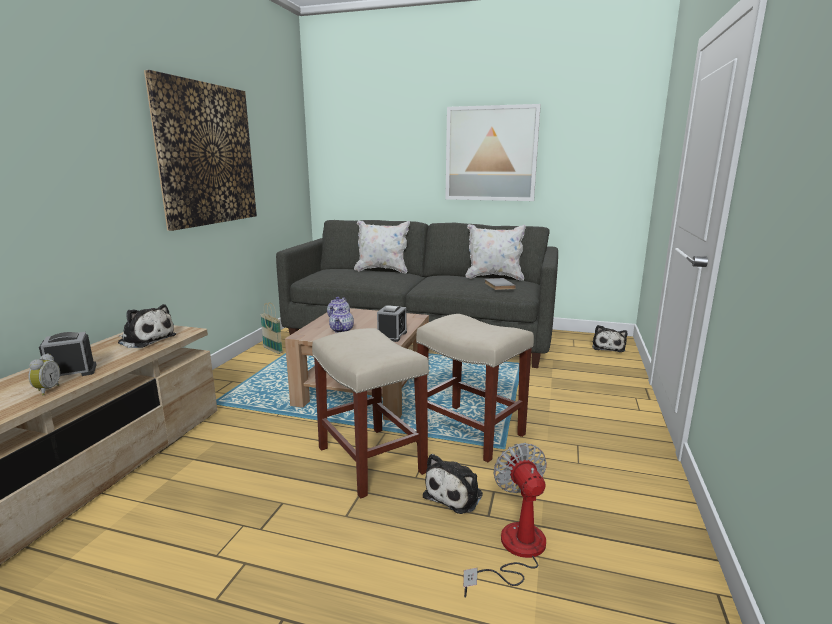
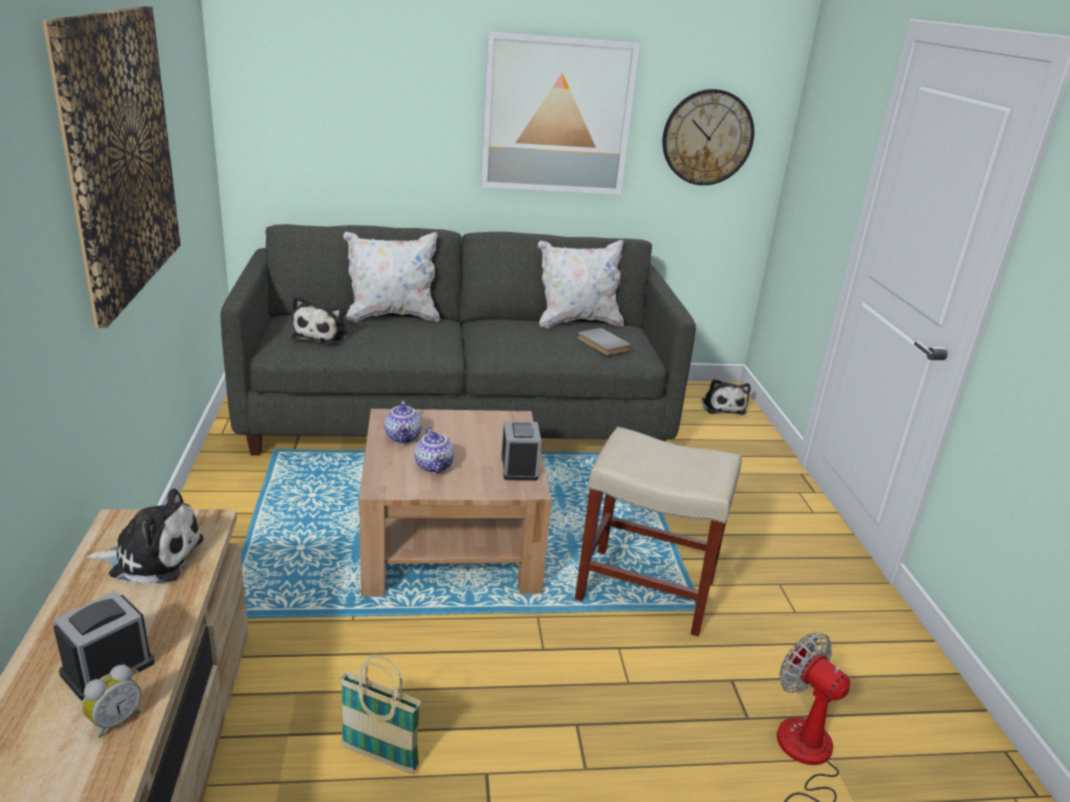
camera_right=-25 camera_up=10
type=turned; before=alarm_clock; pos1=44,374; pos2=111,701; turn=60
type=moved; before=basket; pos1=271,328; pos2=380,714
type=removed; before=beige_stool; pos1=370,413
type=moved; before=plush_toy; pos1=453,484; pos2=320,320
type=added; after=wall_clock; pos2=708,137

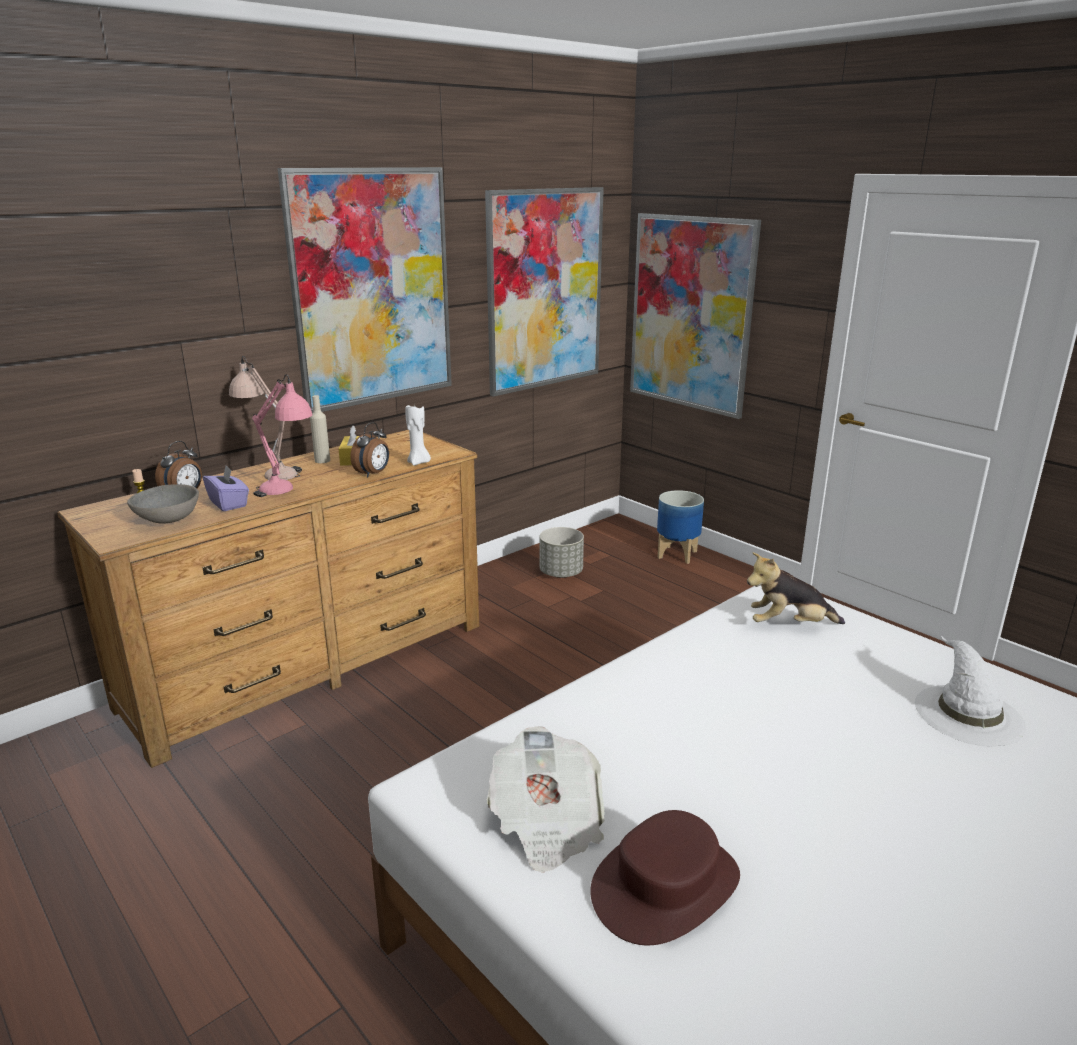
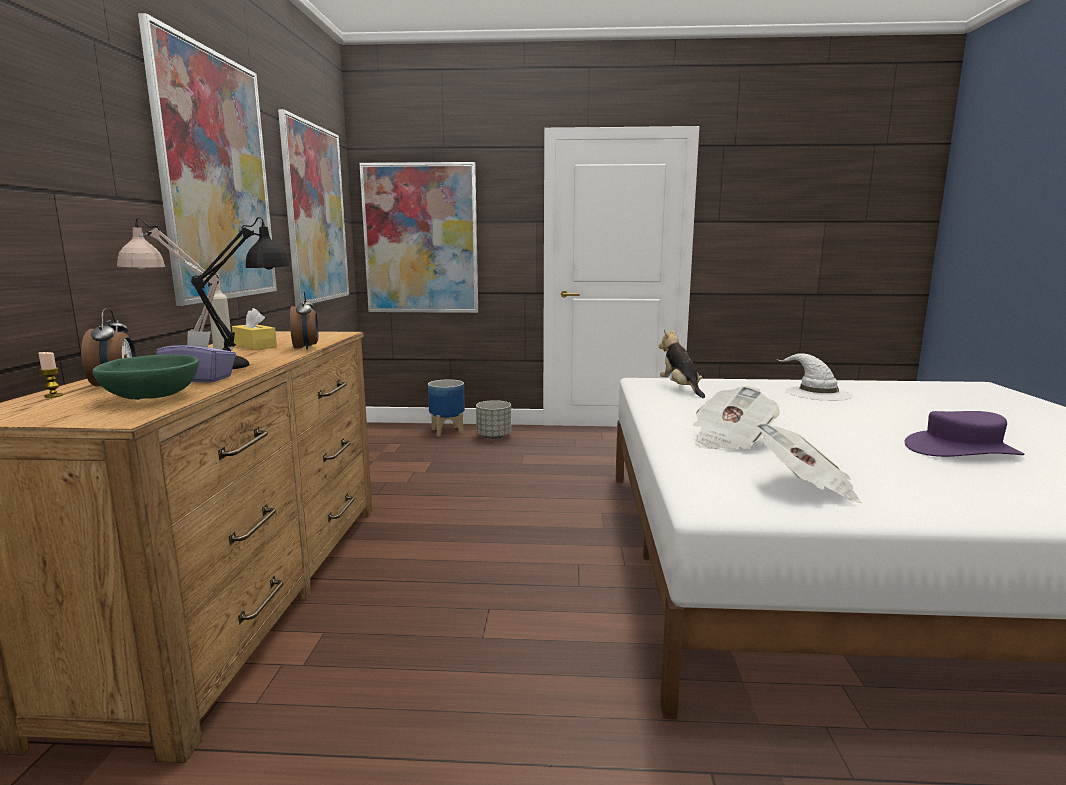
camera_right=-45 camera_up=-10
type=recoloured; before=grey_bowl; after=green_bowl; pos1=163,503; pos2=145,377
type=recoloured; before=pink_table_lamp; after=black_table_lamp; pos1=282,435; pos2=240,293
type=removed; before=white_candle; pos1=418,434
type=moved; before=grey_planter; pos1=562,552; pos2=493,419
type=removed; before=brown_hat; pos1=665,878
type=turned; before=plush_toy; pos1=796,588; pos2=682,363; turn=120
type=added; after=newspaper; pos2=737,417
type=added; after=purple_hat; pos2=964,434

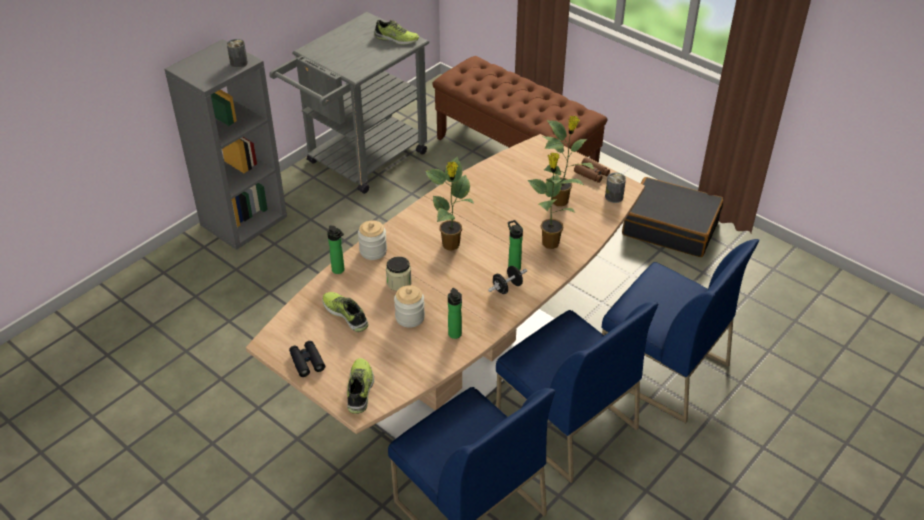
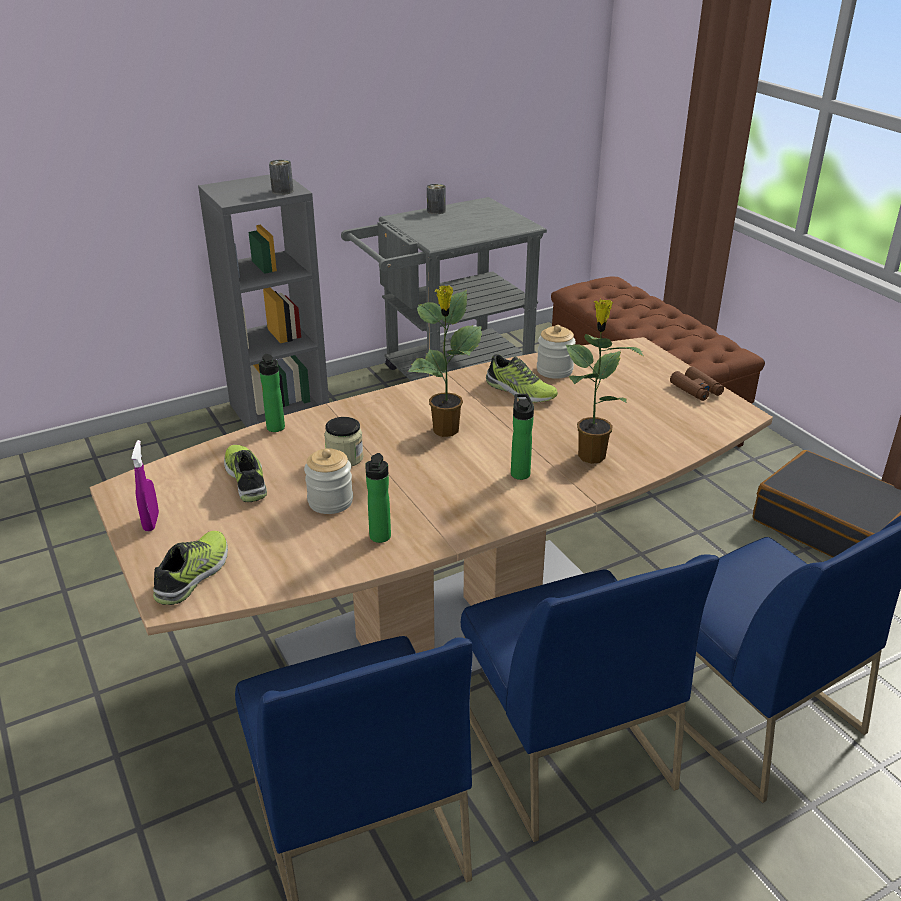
camera_right=20 camera_up=-10
type=replaced; before=black_binoculars; after=purple_spray_bottle; pos1=307,359; pos2=145,485
type=moved; before=jar; pos1=372,240; pos2=556,352
type=moved; before=shoe; pos1=396,32; pos2=522,378
type=removed; before=black_dumbbell; pos1=507,280
type=removed; before=potted_plant; pos1=568,161
type=moved; before=can; pos1=615,187; pos2=436,199

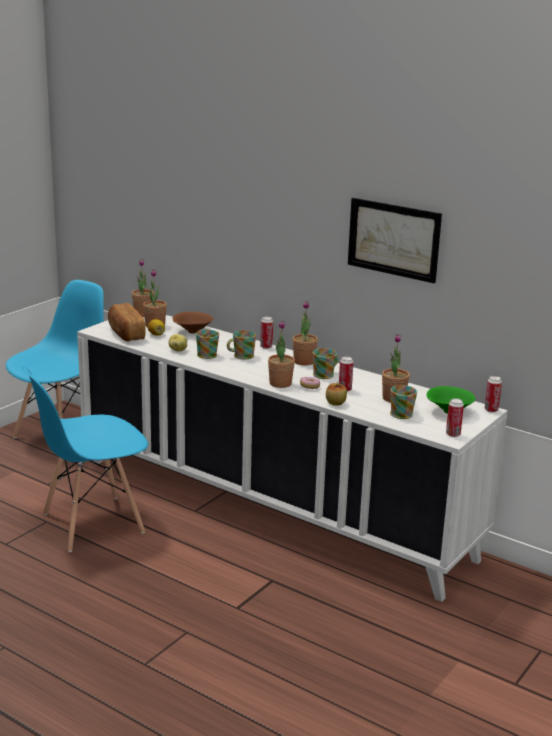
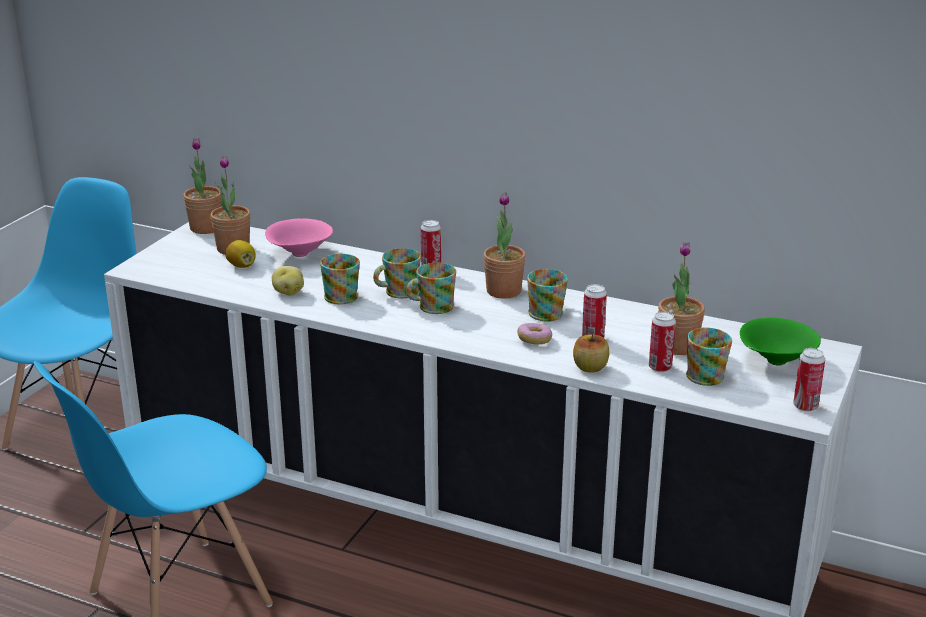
camera_right=-10 camera_up=5
type=removed; before=bread; pos1=127,322
type=recoloured; before=brown_bowl; after=pink_bowl; pos1=193,323; pos2=299,237
type=removed; before=potted_plant; pos1=281,354
type=removed; before=picture; pos1=395,240
type=moved; before=can; pos1=493,394; pos2=662,342
type=added; after=mug; pos2=431,288

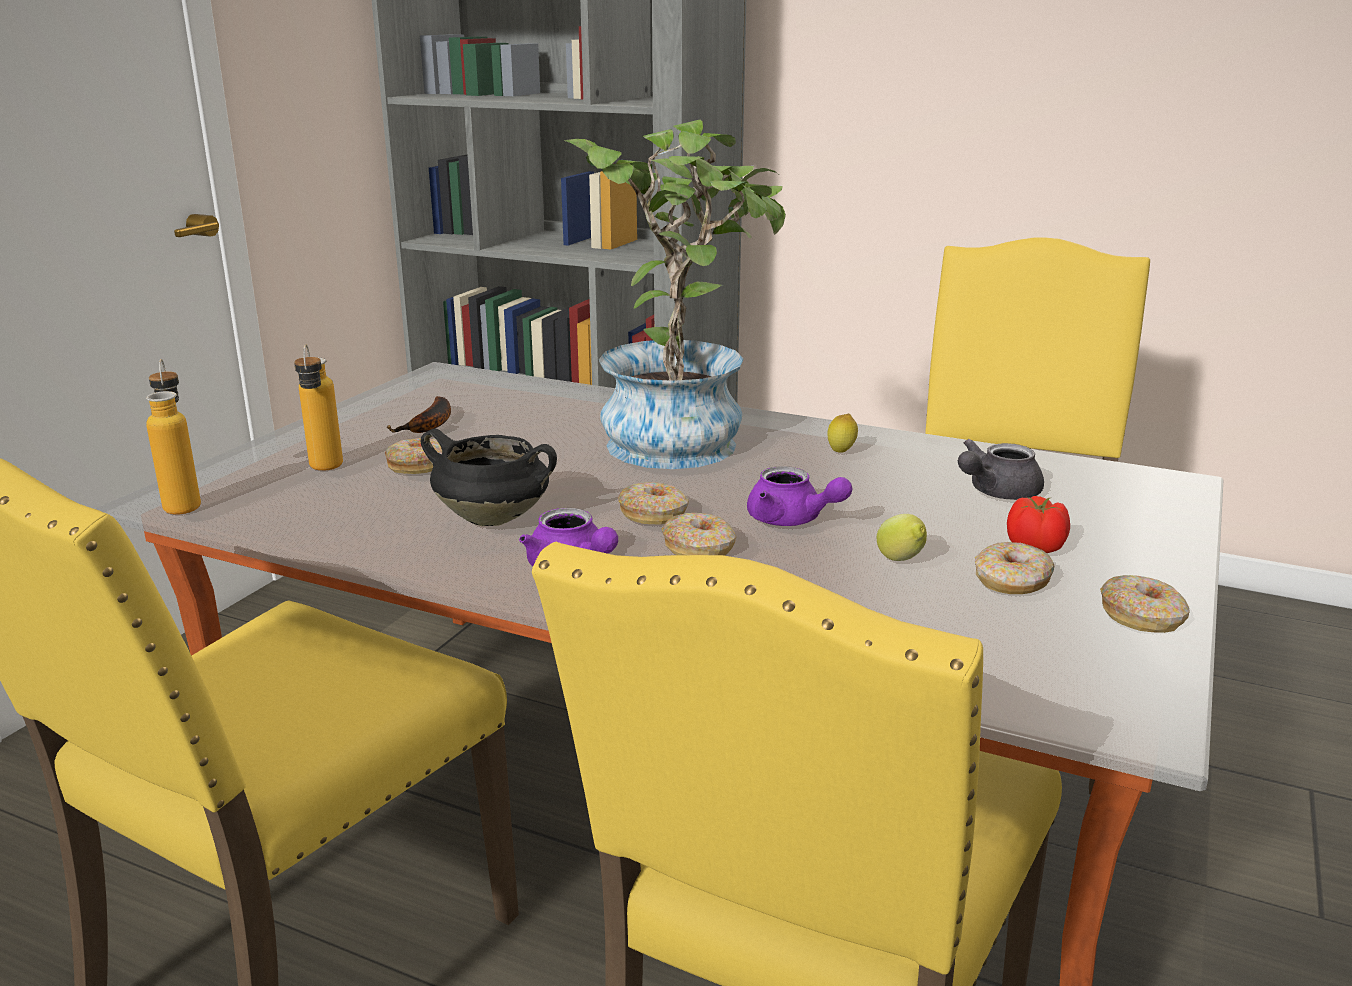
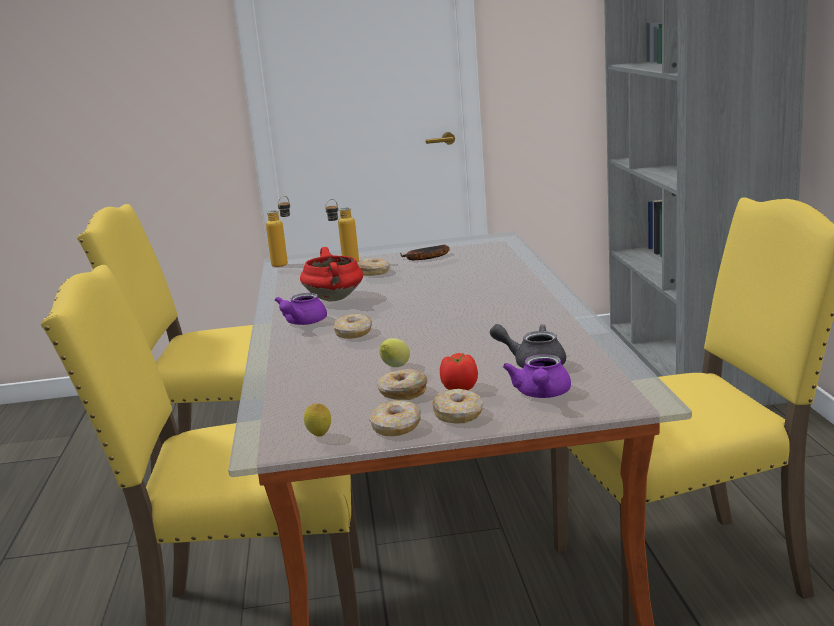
camera_right=60 camera_up=-5
type=recoloured; before=black_cooking_pot; after=red_cooking_pot; pos1=489,477; pos2=331,274
type=removed; before=potted_plant; pos1=675,294
type=moved; before=donut; pos1=653,503; pos2=457,406
type=moved; before=purple_teapot; pos1=799,496; pos2=537,376
type=moved; before=lemon; pos1=843,433; pos2=317,420

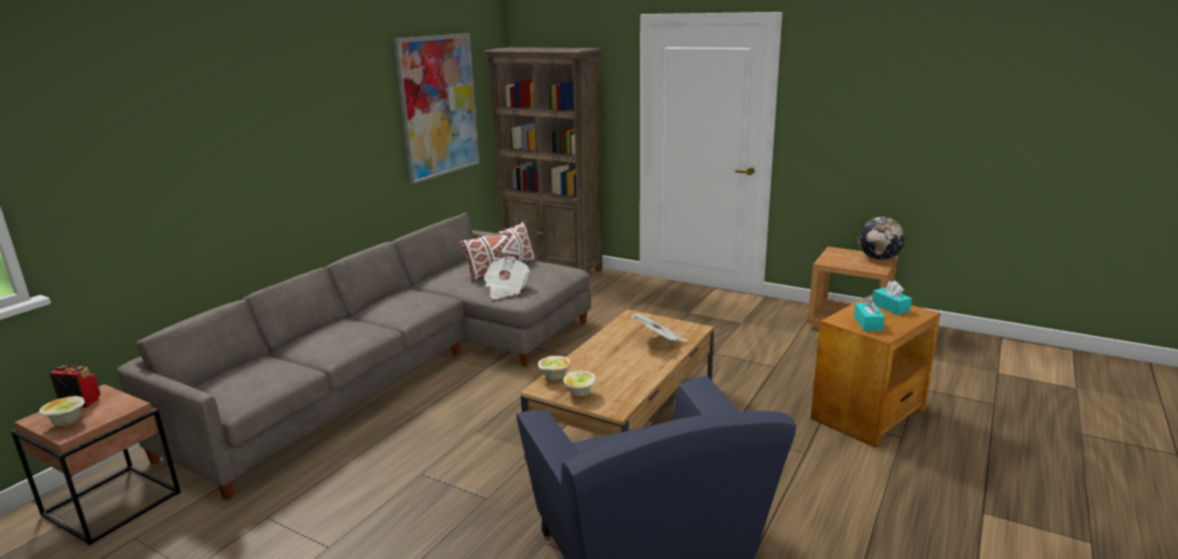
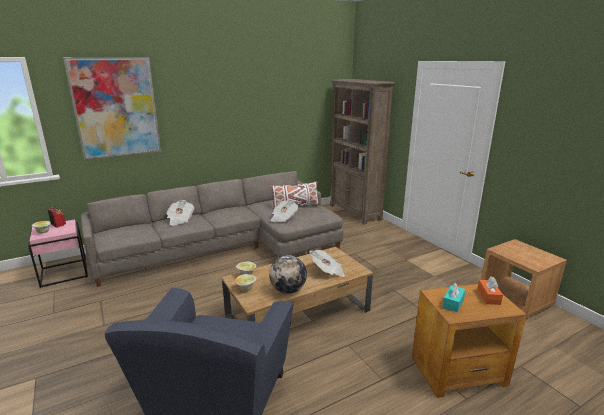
camera_right=30 camera_up=0
type=recoloured; before=brown_side_table; after=pink_side_table; pos1=95,465; pos2=58,253
type=moved; before=picture; pos1=437,108; pos2=112,108
type=moved; before=globe; pos1=882,238; pos2=288,274
type=recoloured; before=turquoise_tissue_box; after=orange_tissue_box; pos1=892,298; pos2=490,290
type=added; after=newspaper; pos2=180,212

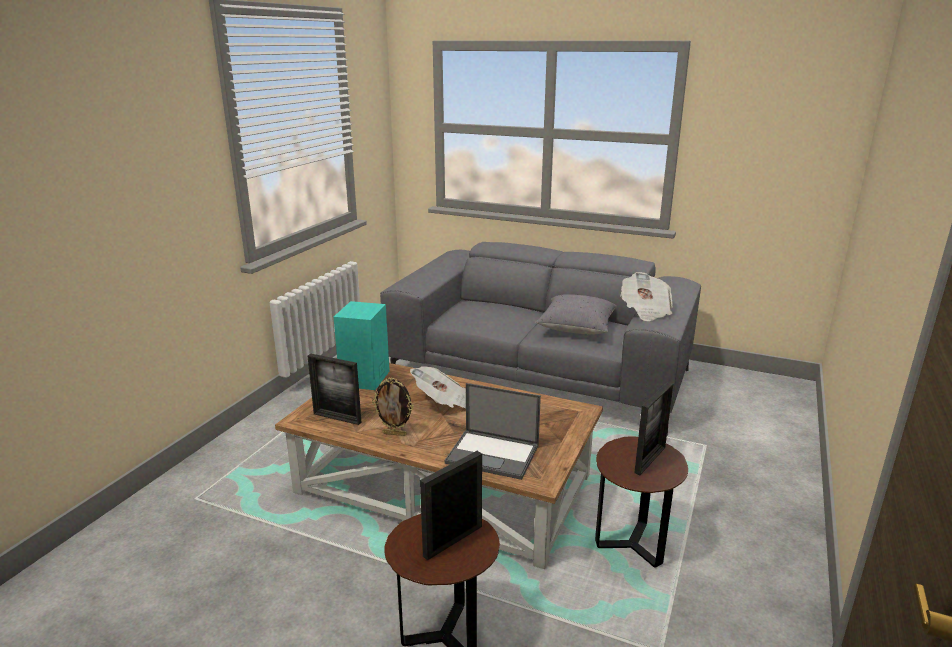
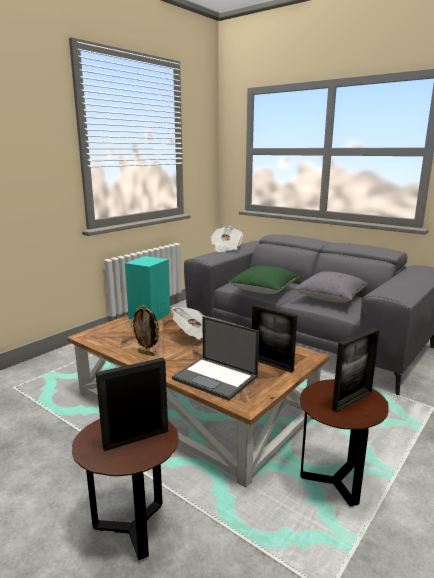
camera_right=15 camera_up=-5
type=moved; before=picture_frame; pos1=334,389; pos2=274,339
type=moved; before=newspaper; pos1=646,296; pos2=227,239
type=added; after=green_pillow; pos2=263,279

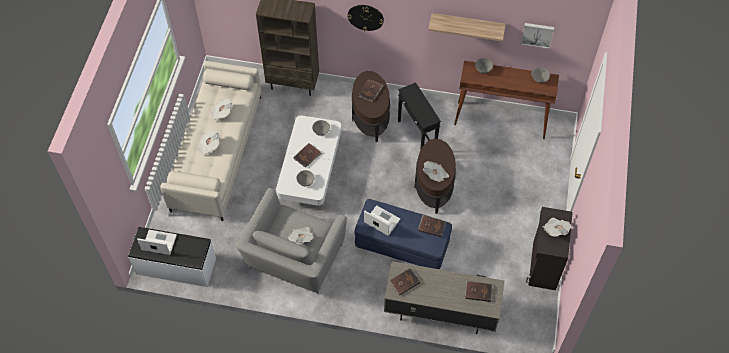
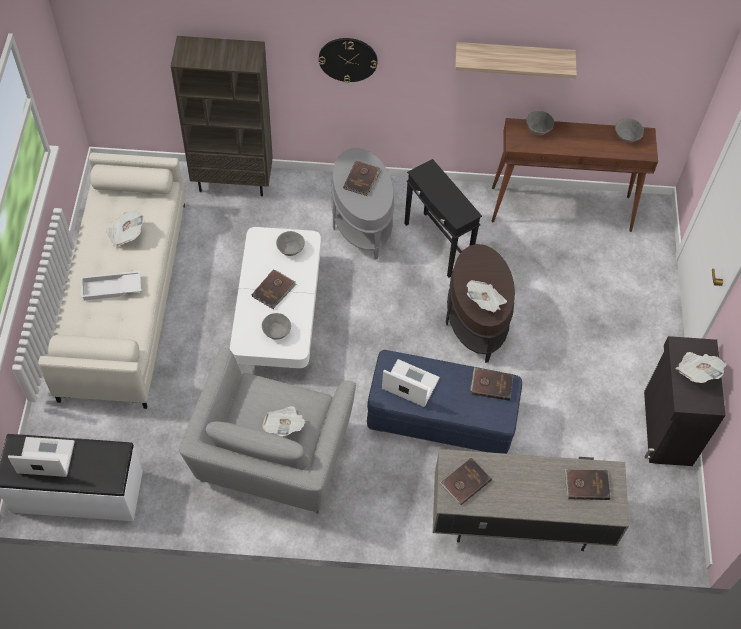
camera_right=-10 camera_up=0
type=replaced; before=newspaper; after=white_tray; pos1=208,143; pos2=111,285
type=recoloured; before=brown_side_table; after=grey_side_table; pos1=371,106; pos2=362,203
type=removed; before=picture; pos1=537,36

